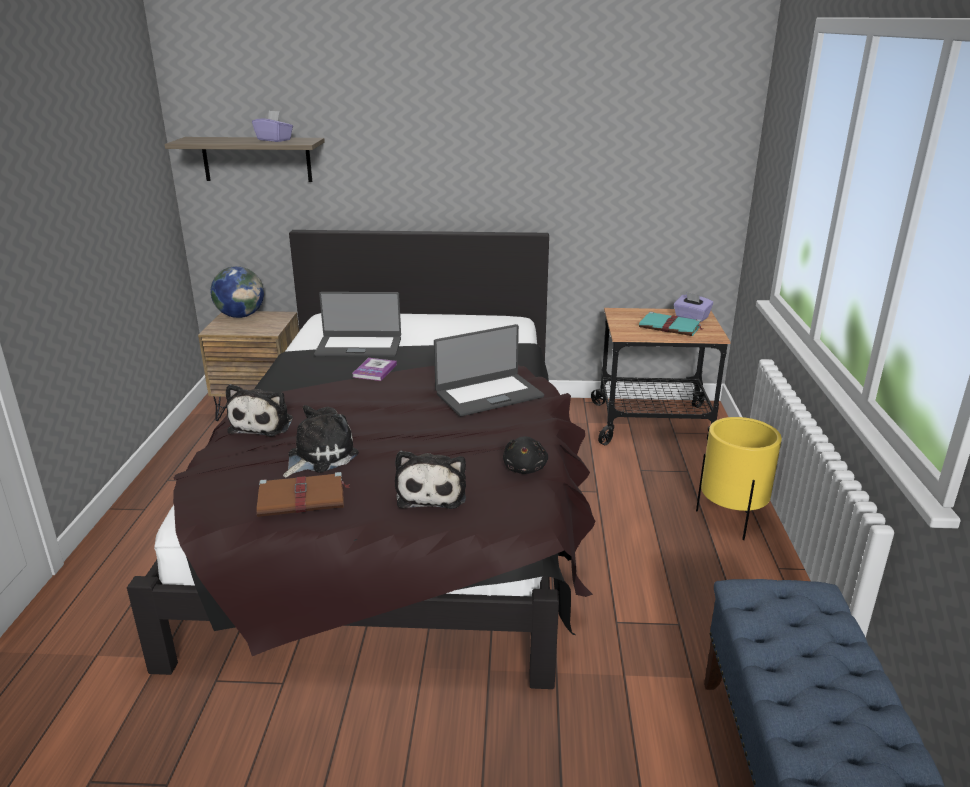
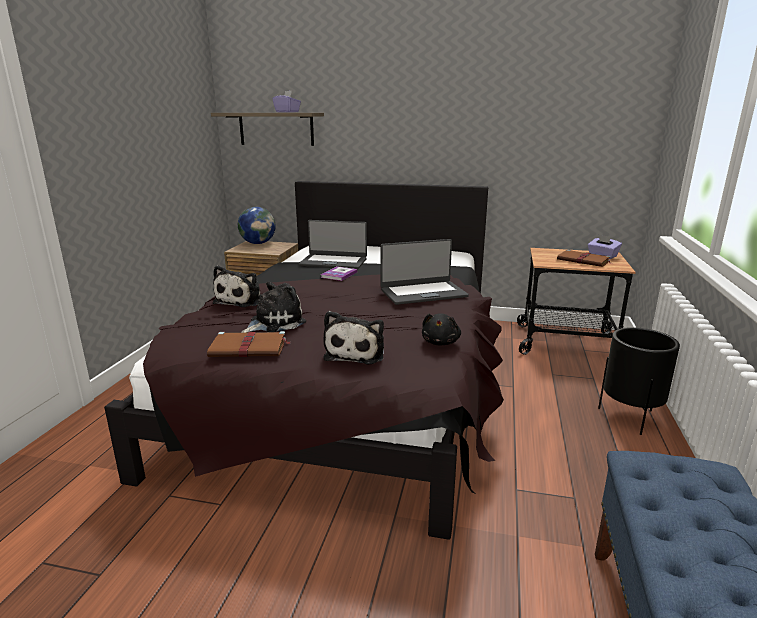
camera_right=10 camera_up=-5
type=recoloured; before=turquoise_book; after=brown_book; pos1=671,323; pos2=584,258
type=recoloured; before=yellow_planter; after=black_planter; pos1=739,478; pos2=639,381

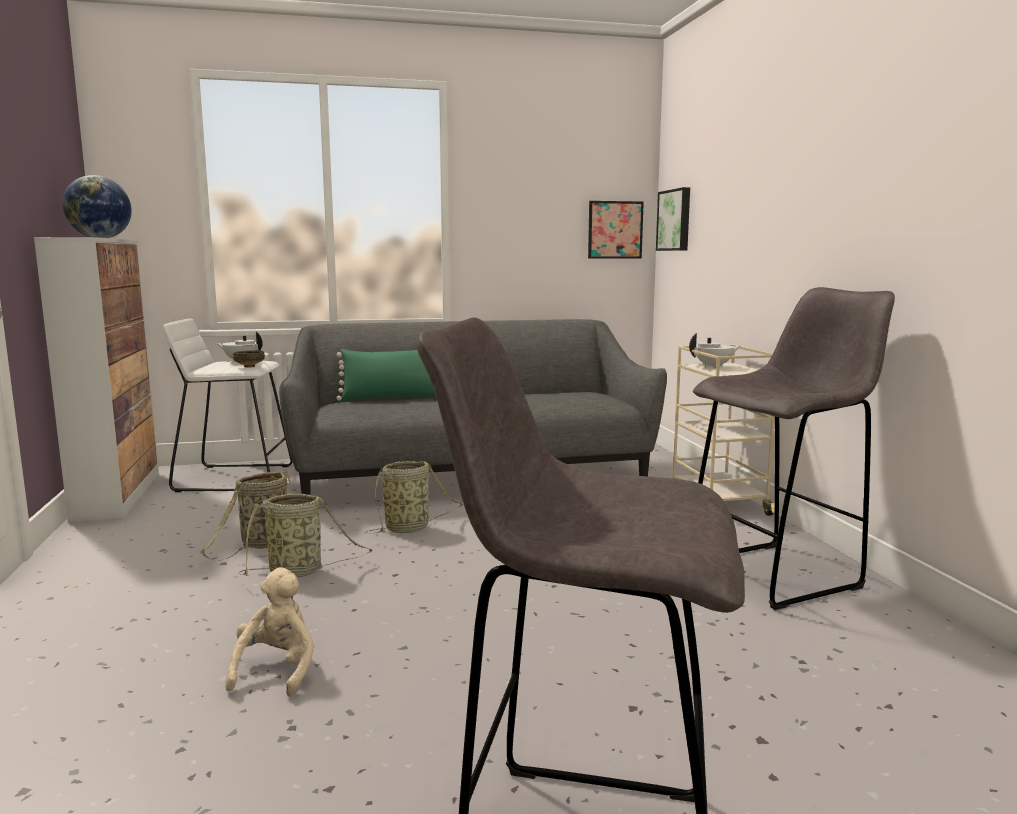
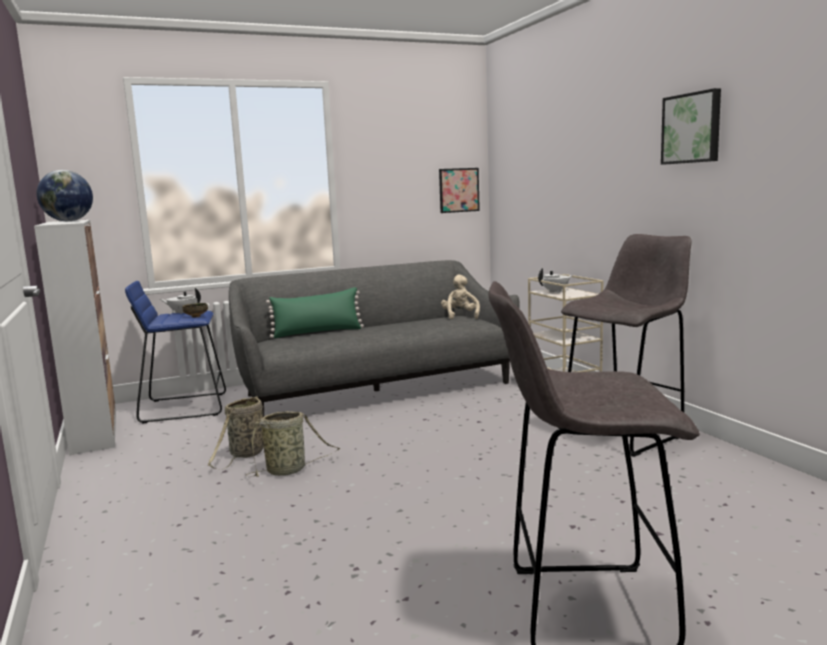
camera_right=-10 camera_up=0
type=recoloured; before=white_stool; after=blue_stool; pos1=228,405; pos2=175,352
type=moved; before=beige_plush_toy; pos1=269,632; pos2=460,296
type=removed; before=basket; pos1=414,497
type=moved; before=picture; pos1=673,219; pos2=691,126

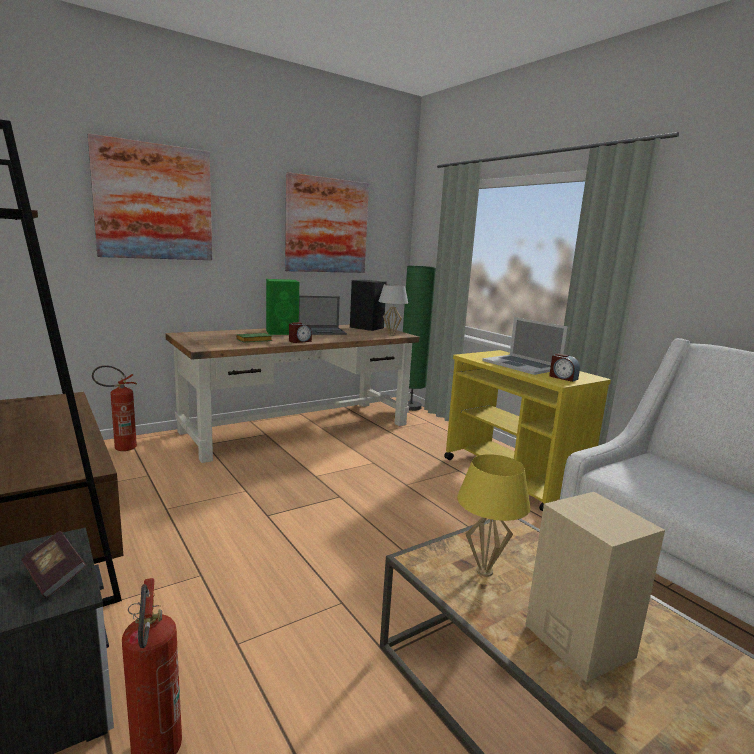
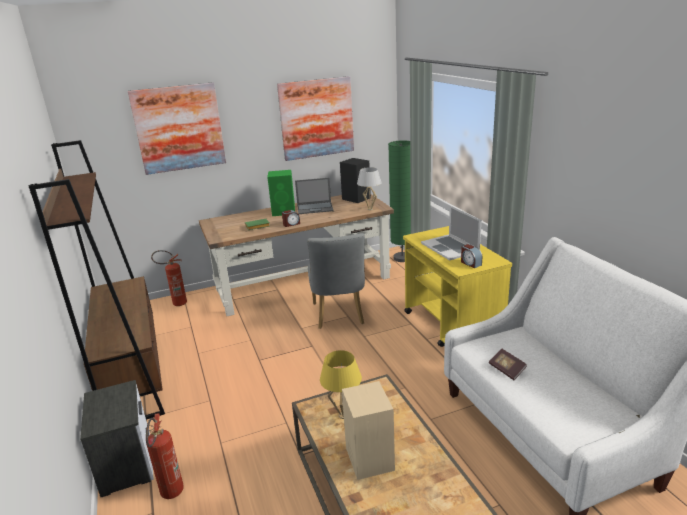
camera_right=15 camera_up=10
type=moved; before=book; pos1=53,564; pos2=508,364
type=added; after=grey_chair; pos2=336,281

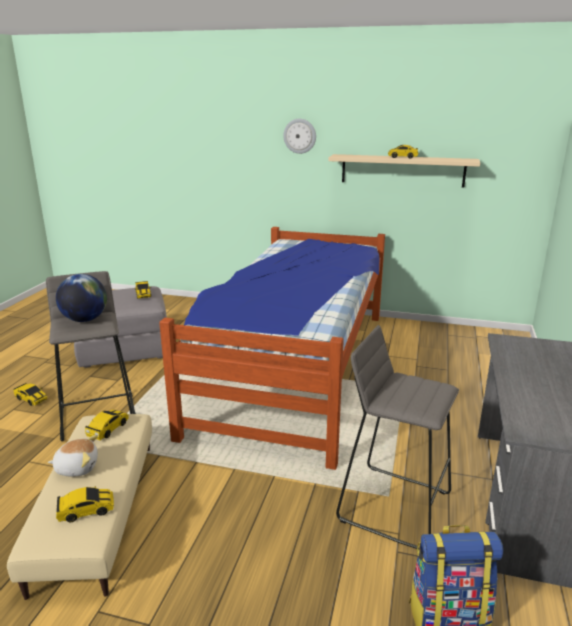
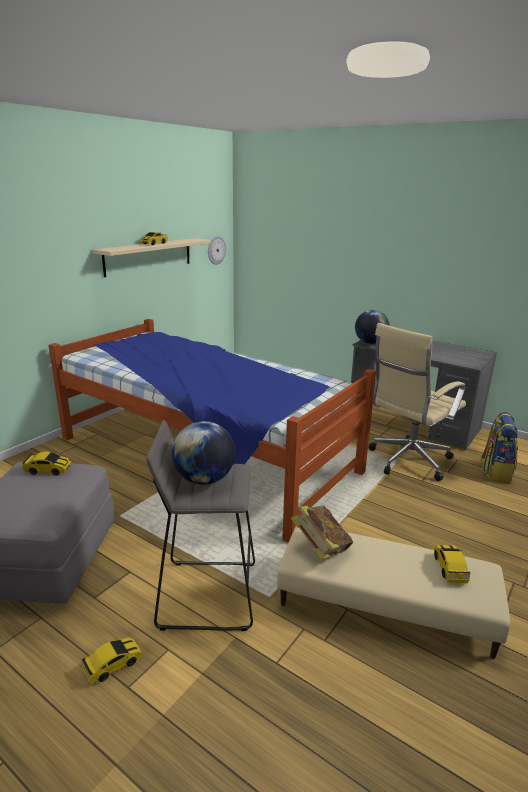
camera_right=-70 camera_up=0
type=removed; before=plush_toy; pos1=73,456
type=replaced; before=toy_car; after=book; pos1=107,425; pos2=322,532
type=moved; before=wall_clock; pos1=299,136; pos2=217,250
type=replaced; before=grey_stool; after=beige_office_chair; pos1=397,437; pos2=417,402
type=added; after=globe; pos2=372,327

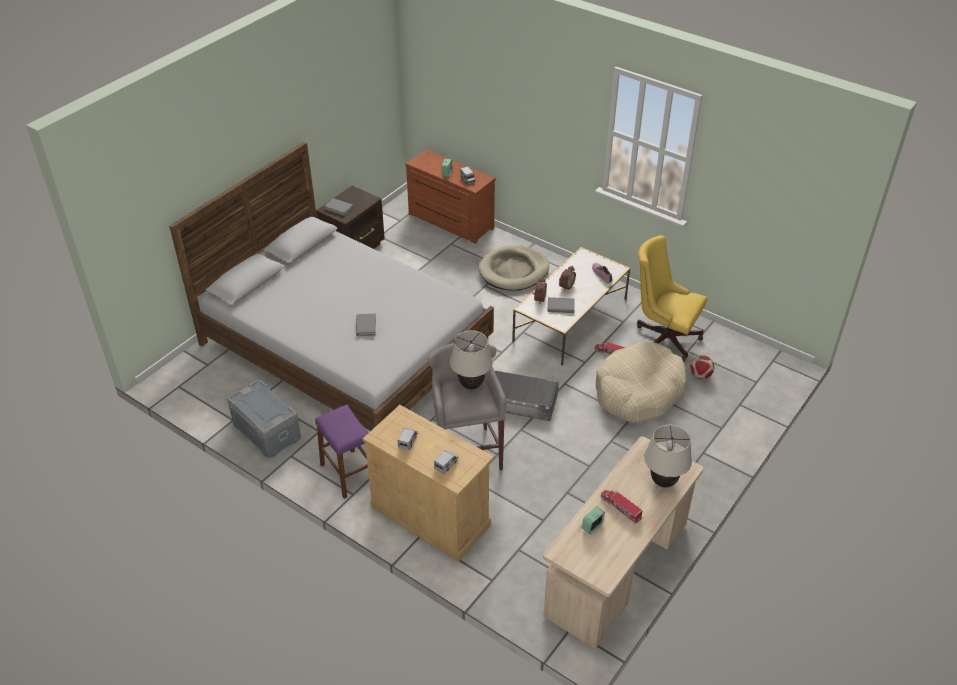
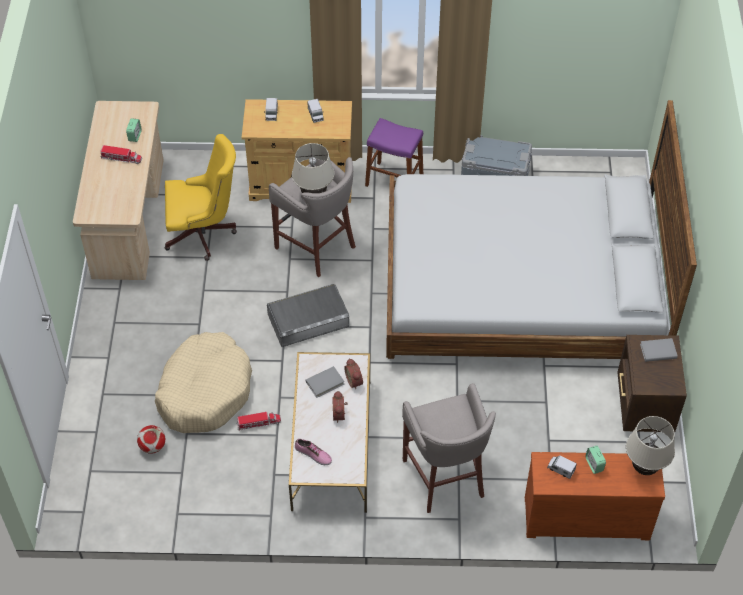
camera_right=145 camera_up=10
type=removed; before=grey_book; pos1=366,324
type=replaced; before=beige_dog_bed; after=grey_stool; pos1=513,268; pos2=449,448
type=moved; before=yellow_office_chair; pos1=672,298; pos2=201,197
type=moved; before=beige_table_lamp; pos1=668,456; pos2=650,445

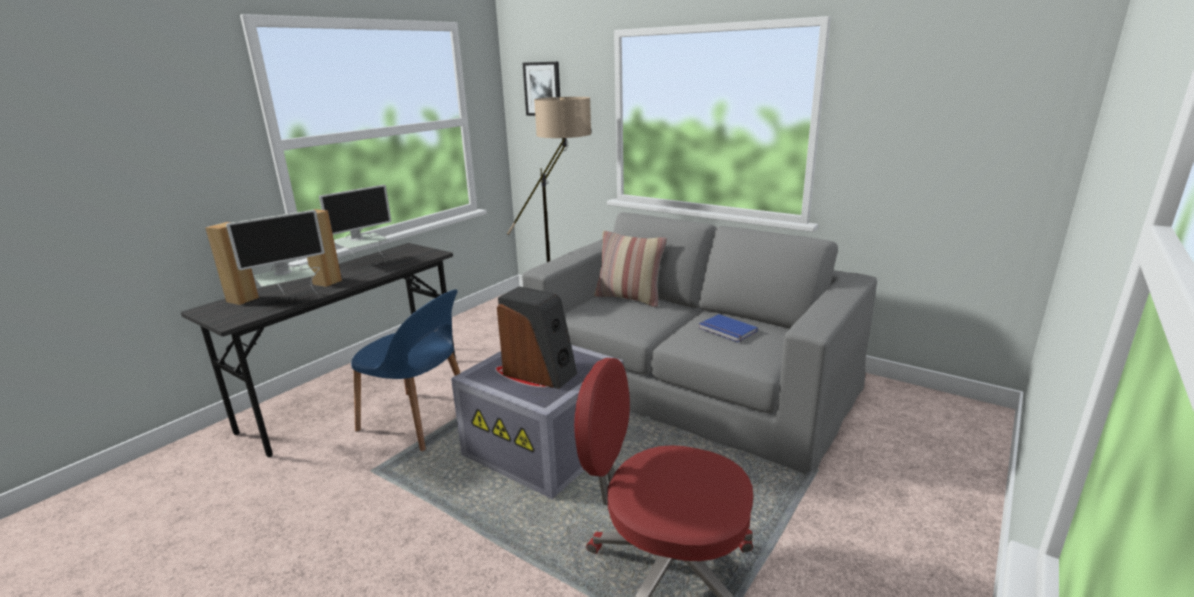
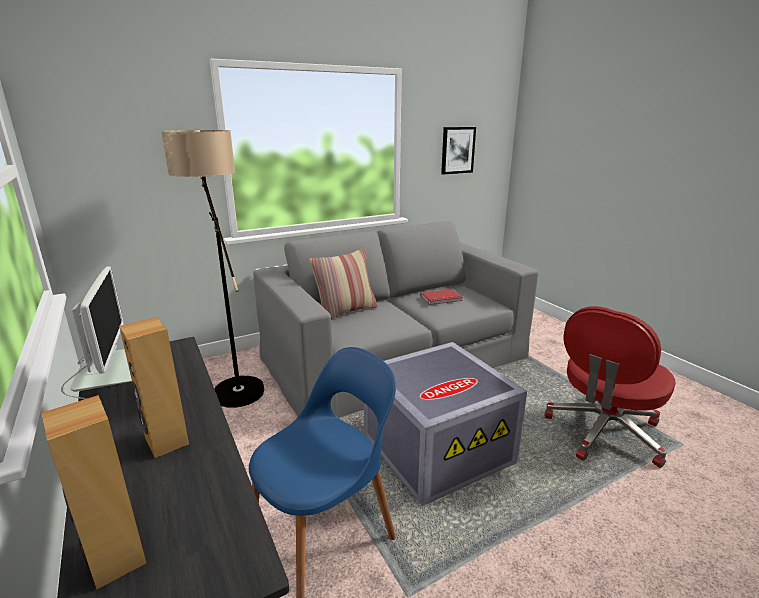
camera_right=-65 camera_up=0
type=removed; before=monitor; pos1=275,252
type=removed; before=speaker; pos1=537,337
type=moved; before=picture; pos1=541,89; pos2=458,151
type=recoloured; before=blue_book; after=red_book; pos1=728,328; pos2=441,297

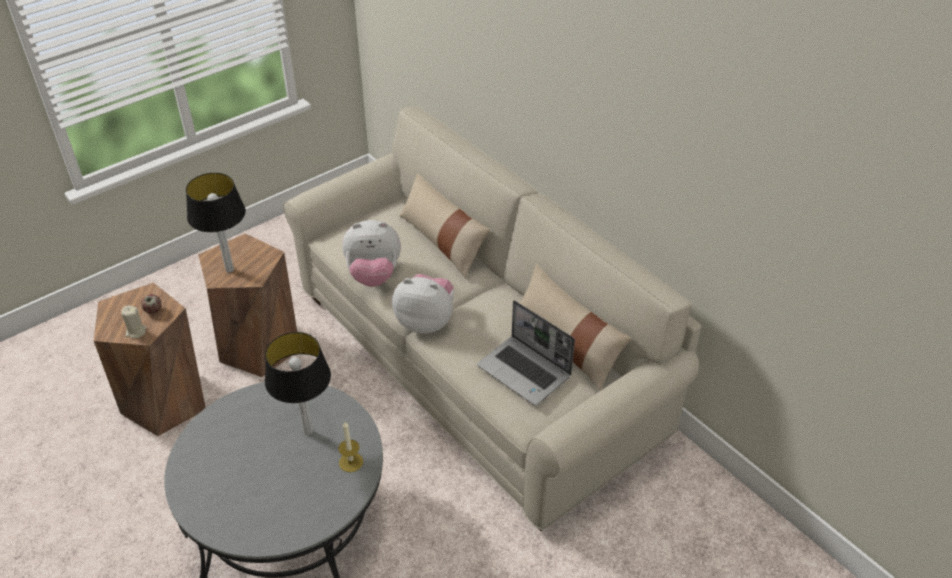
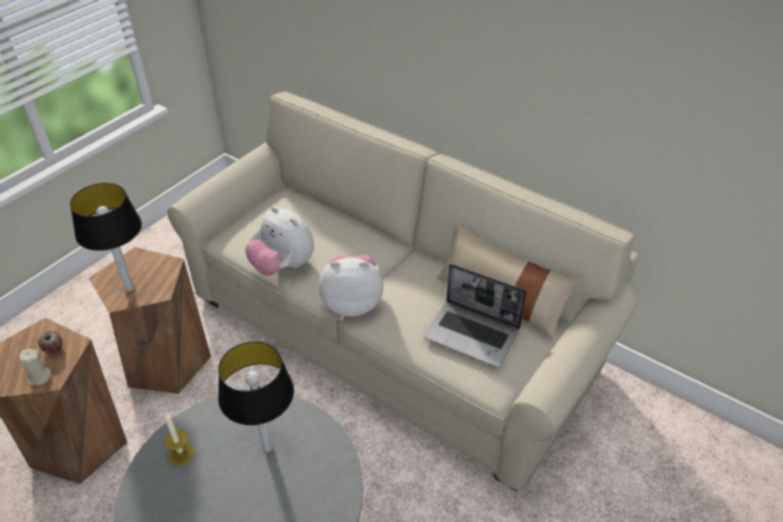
camera_right=-15 camera_up=0
type=moved; before=candle; pos1=350,447; pos2=179,439
type=turned; before=plush_toy; pos1=371,253; pos2=279,241; turn=60
type=removed; before=beige_pillow; pos1=444,226

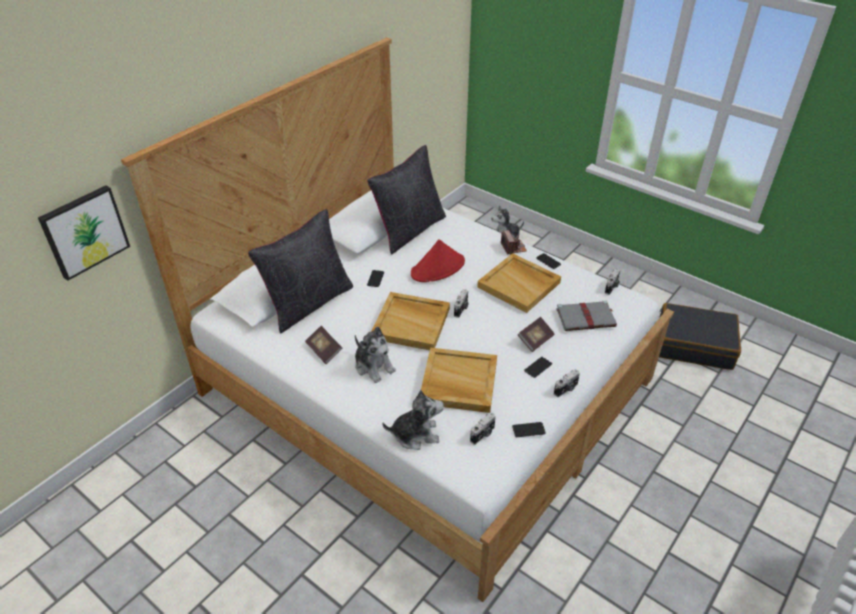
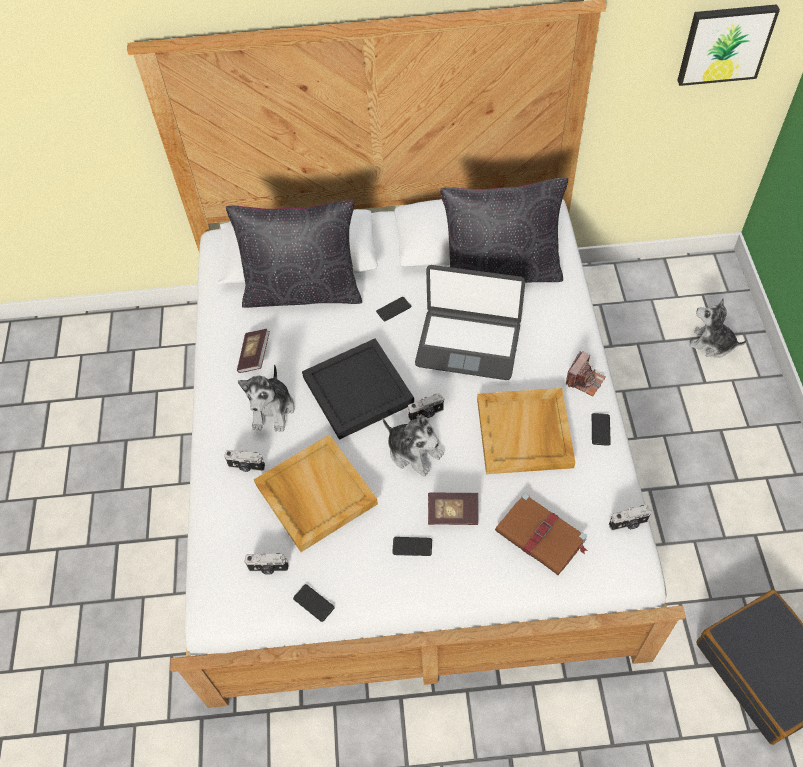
camera_right=50 camera_up=15
type=moved; before=picture; pos1=84,233; pos2=728,45
type=recoloured; before=beige_tray; after=black_tray; pos1=410,321; pos2=358,389
type=moved; before=plush_toy; pos1=413,420; pos2=413,446
type=replaced; before=red_hat; after=laptop; pos1=438,260; pos2=470,322
type=moved; before=photo_camera; pos1=567,383; pos2=244,461
type=recoloured; before=grey_book; after=brown_book; pos1=586,316; pos2=541,534

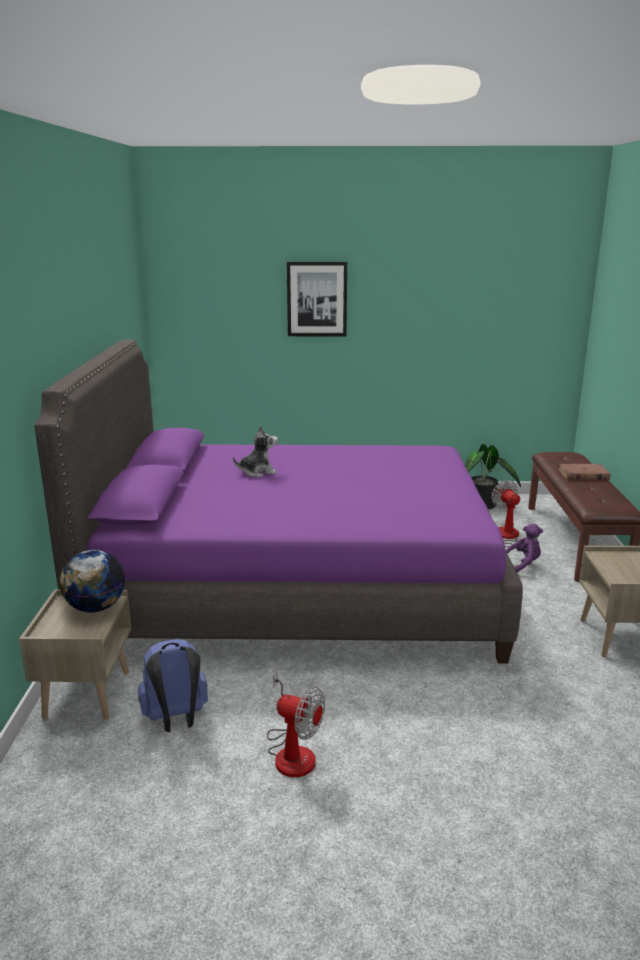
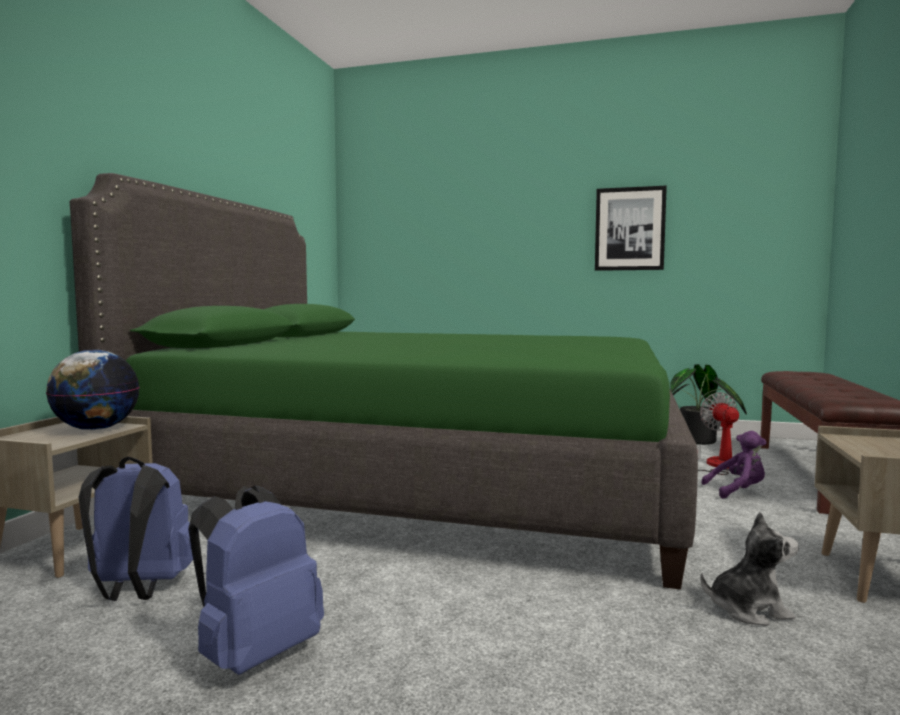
camera_right=15 camera_up=-15
type=recoloured; before=purple_bed; after=green_bed; pos1=278,501; pos2=384,381
type=moved; before=plush_toy; pos1=255,451; pos2=749,569
type=replaced; before=fan; after=blue_backpack; pos1=296,723; pos2=256,580
type=moved; before=picture; pos1=317,299; pos2=631,228
type=removed; before=brown_book; pos1=584,472

